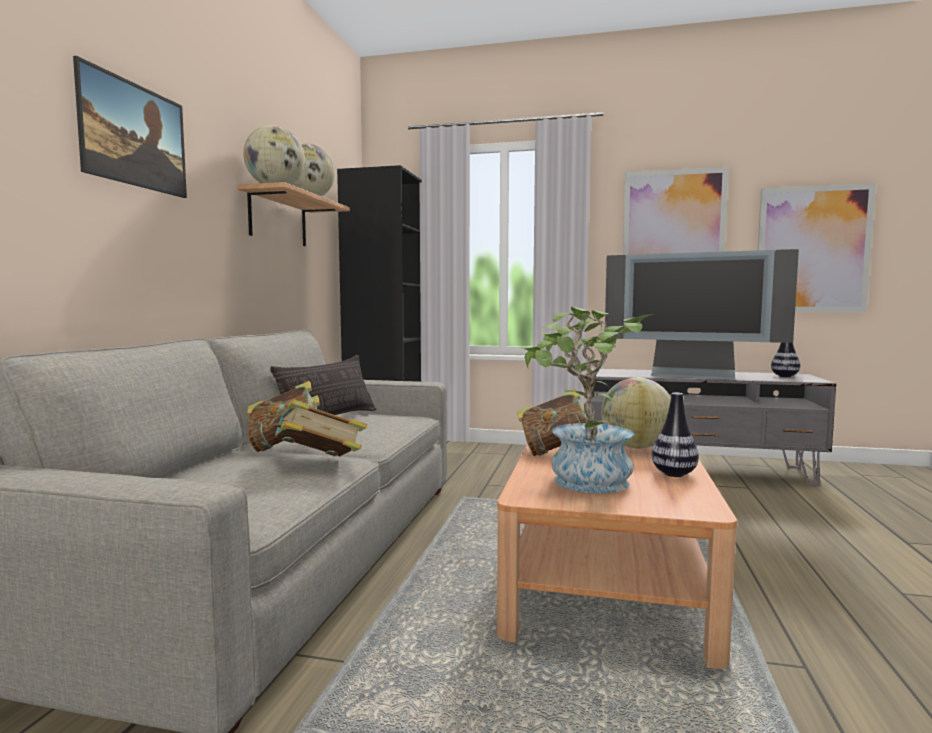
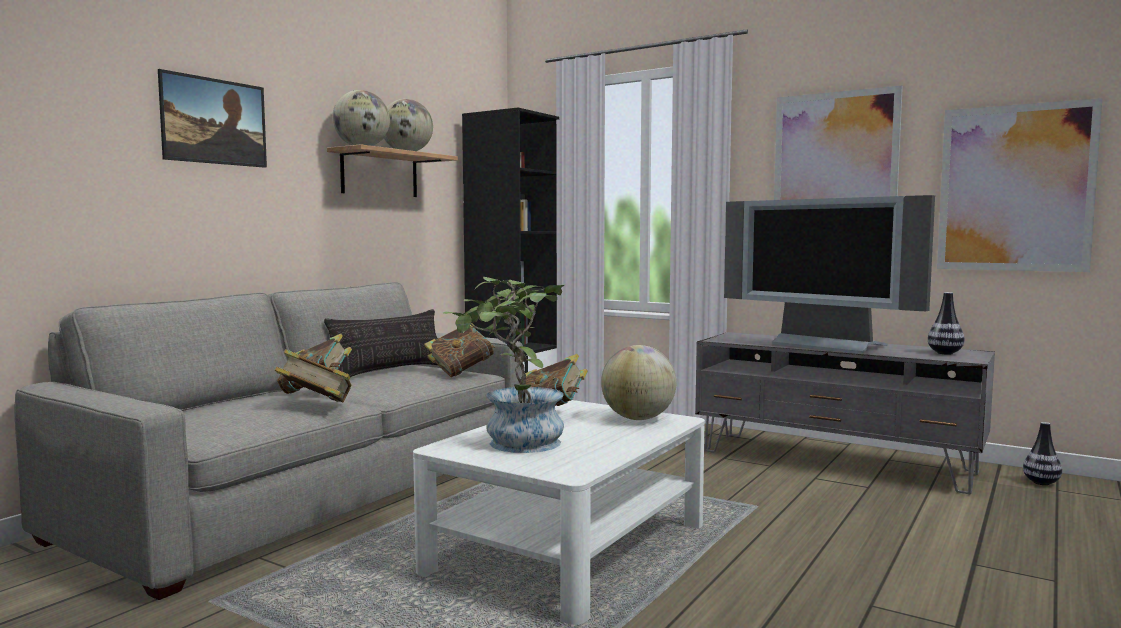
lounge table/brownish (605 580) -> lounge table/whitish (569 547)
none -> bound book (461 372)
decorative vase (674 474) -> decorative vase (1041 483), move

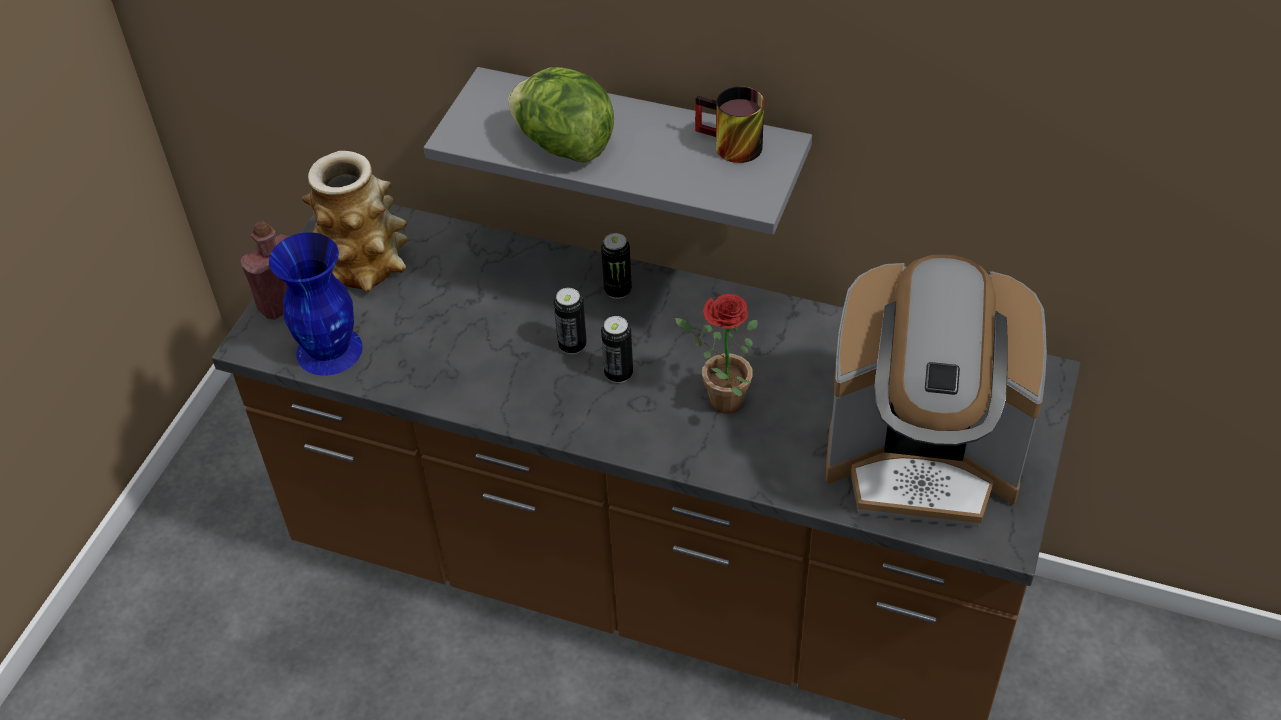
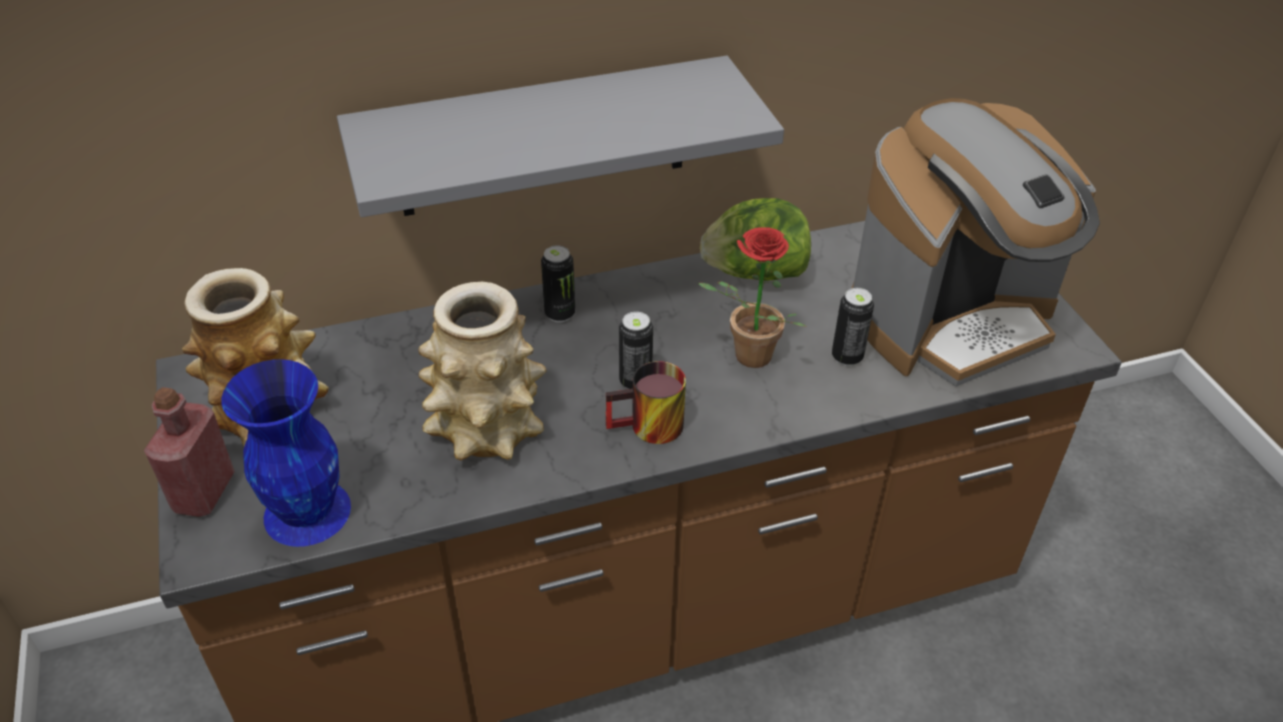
none -> decorative vase (487 429)
tea mug (728 147) -> tea mug (649 429), move
lettuce (563 145) -> lettuce (754 274), move
metal can (572 345) -> metal can (847 357), move

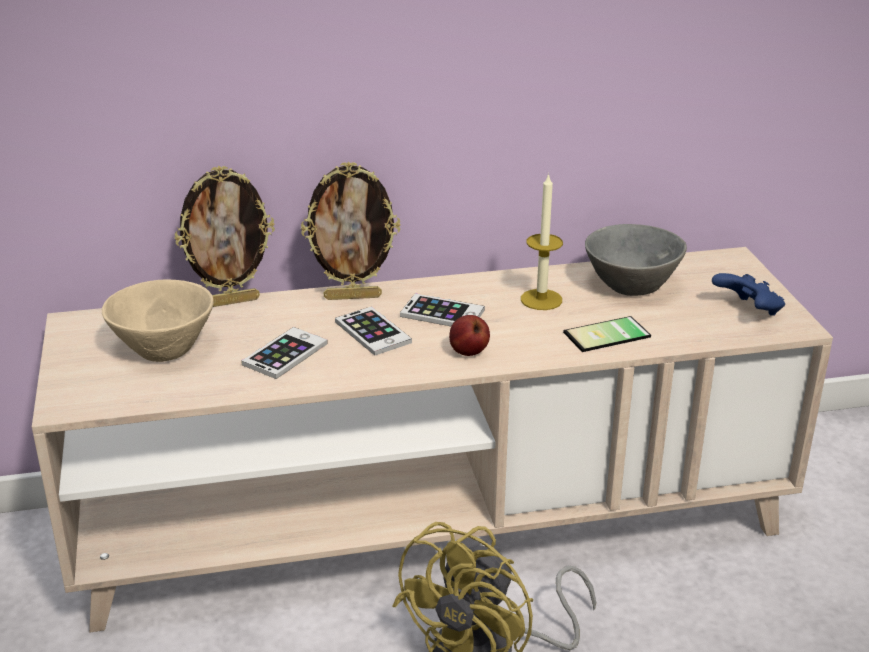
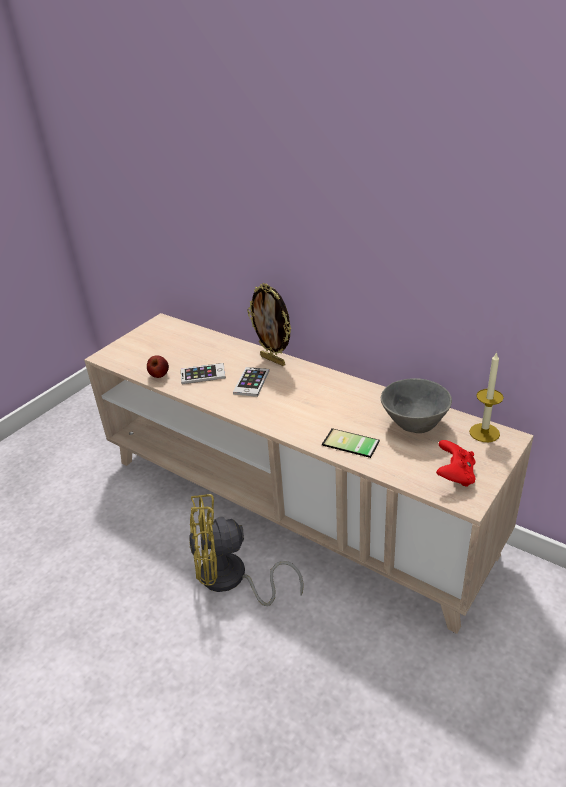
apple fruit (468 352) -> apple fruit (159 375), move
game controller/blue (748 311) -> game controller/red-coloured (455 475)
wax light (541 299) -> wax light (484 433), move
serving bowl/beige-coloured (166 347) -> none
picture frame (231 301) -> none
phone (442 313) -> none

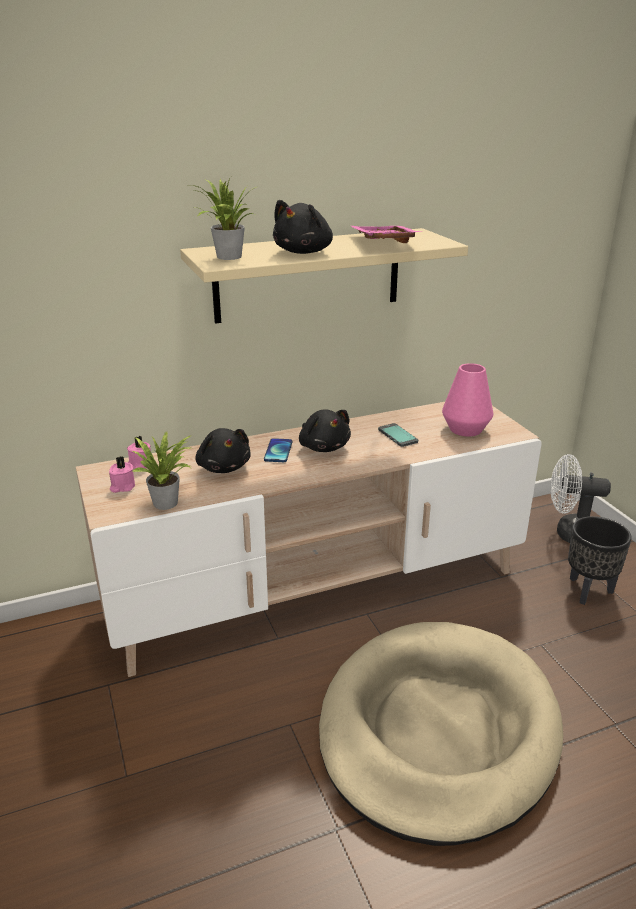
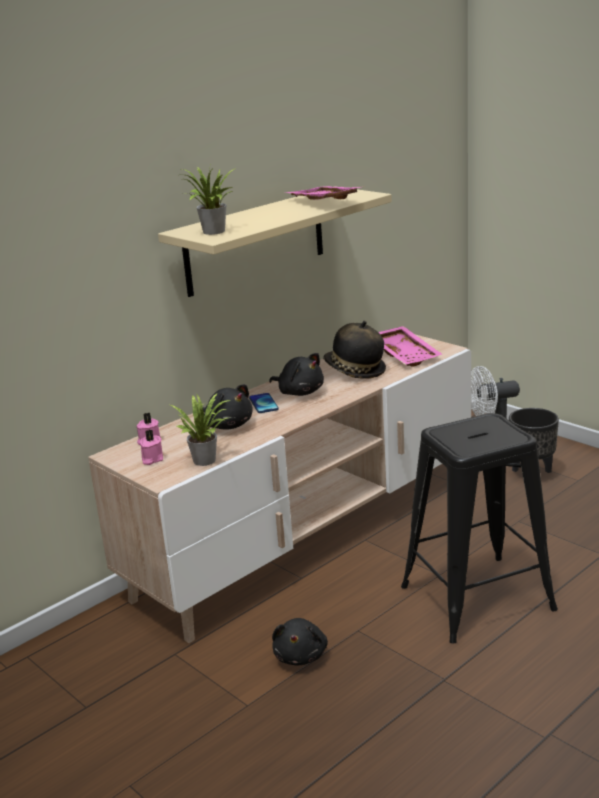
soft toy/blackish (305 252) -> soft toy/blackish (301 655), move
phone (397 436) -> hat (354 371)
decorative vase/pink-coloured (465 429) -> tray/pink-coloured (406 354)
dog bed/beige-coloured (437 731) -> stool seat/blackish (477 598)

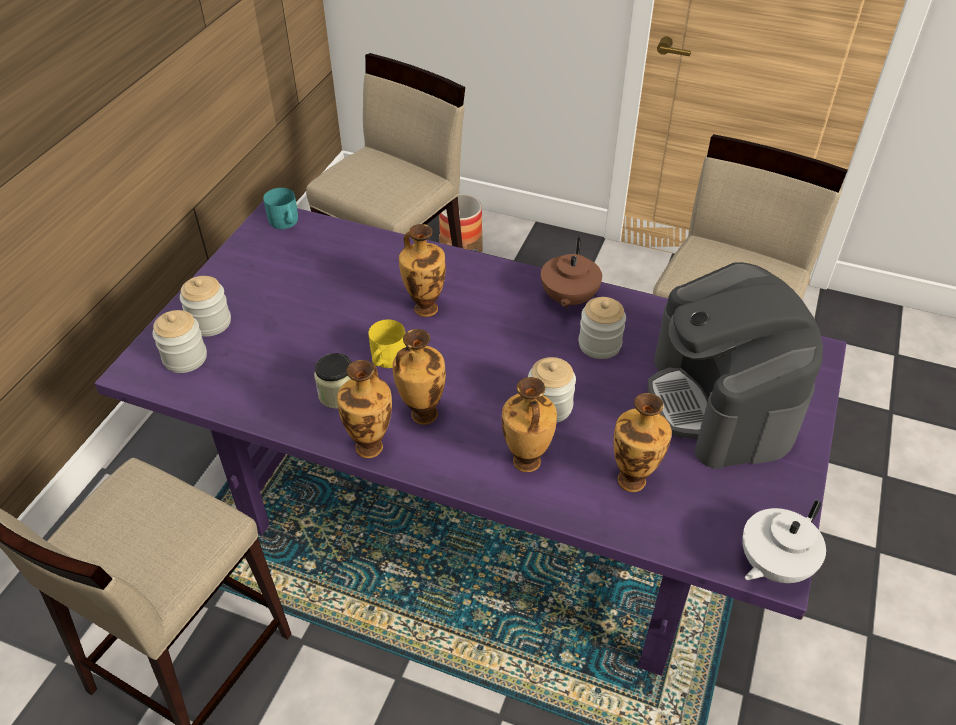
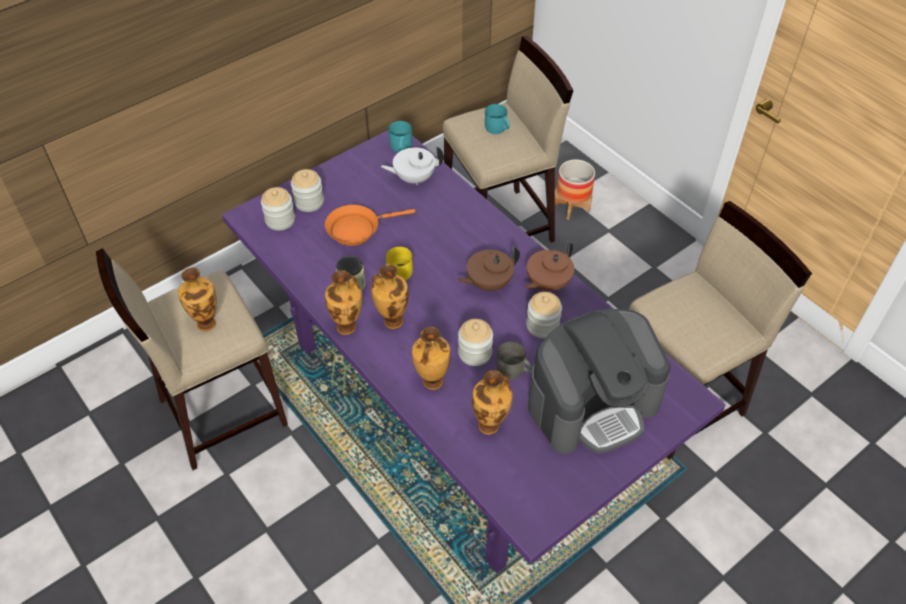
decorative vase (425 307) -> decorative vase (206 322), move
none -> pan/orangey (357 229)
tea pot/whitish (772 564) -> tea pot/whitish (414 178), move
none -> tea pot/brownish (488 283)
none -> tea mug/turquoise (497 129)
none -> tea mug/greyish (513 370)
coffee maker (721 402) -> coffee maker (593 404), 135 degrees counterclockwise

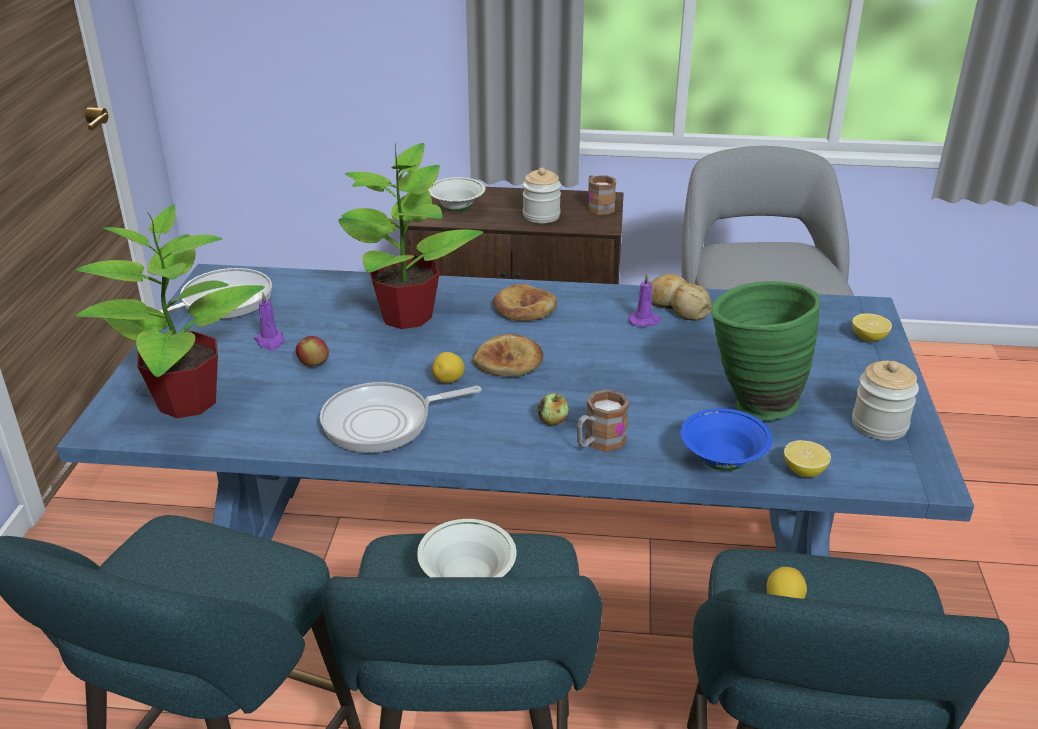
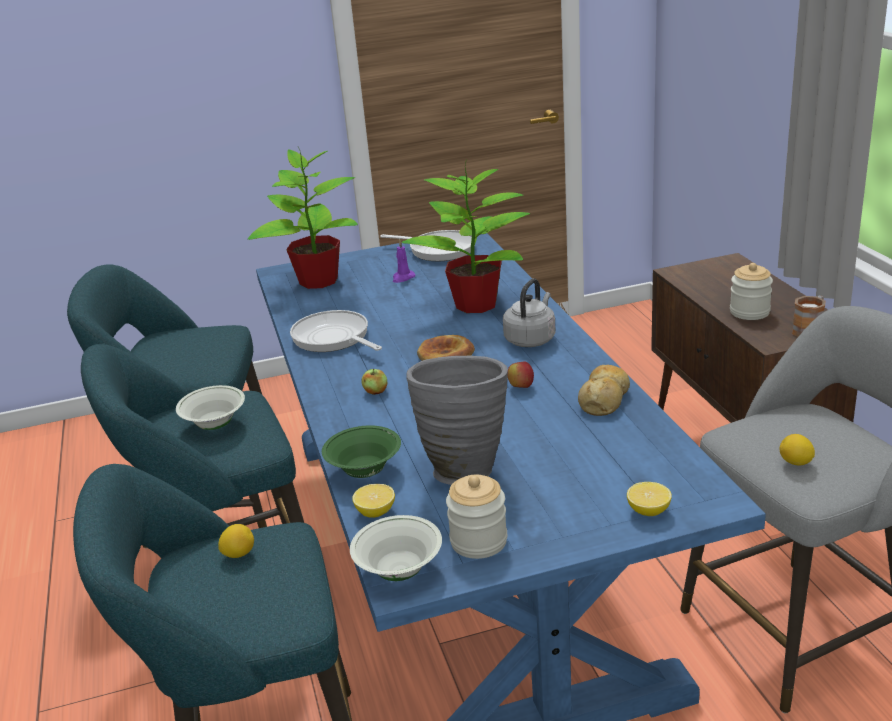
serving bowl/blue (722 462) -> serving bowl/green (365 472)
serving bowl/whitish (457 209) -> serving bowl/whitish (399 571), move
decorative vase/green (750 404) -> decorative vase/greyish (463 467)
bakery bread (524 308) -> water kettle/greyish (531 339)
apple fruit (314 364) -> apple fruit (521 387), move
lemon (449 381) -> lemon (795 463), move
tea mug (599 443) -> none
wax light/purplish (644 321) -> none

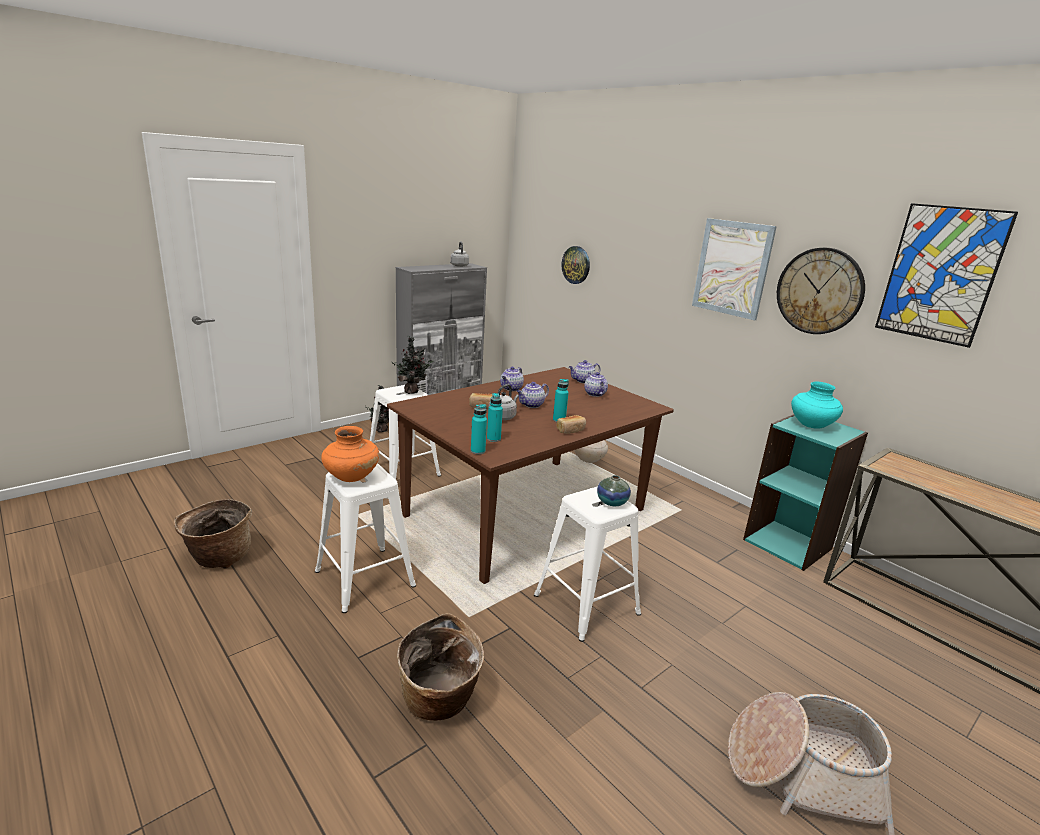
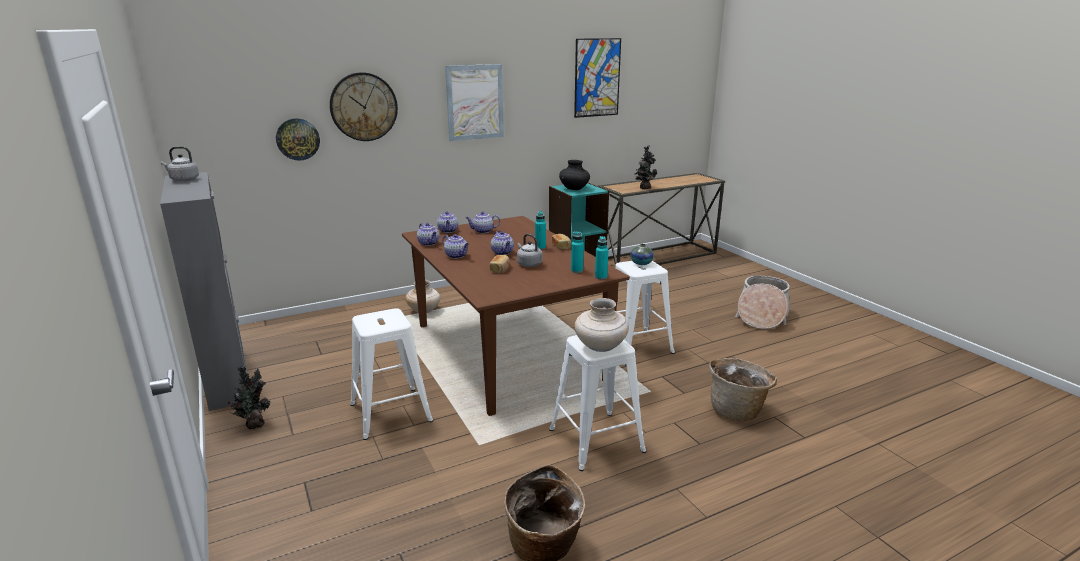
clock on the wall (819 291) -> clock on the wall (363 107), move
none -> tea pot (429 243)
decorative vase/turquoise (811 425) -> decorative vase/blackish (574 189)
decorative vase/orangey (351 477) -> decorative vase/beige-coloured (600 347)
houseplant (412 391) -> houseplant (644 188), move

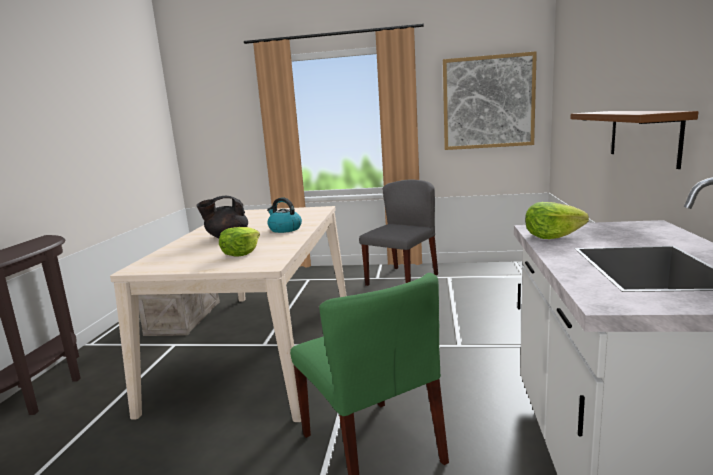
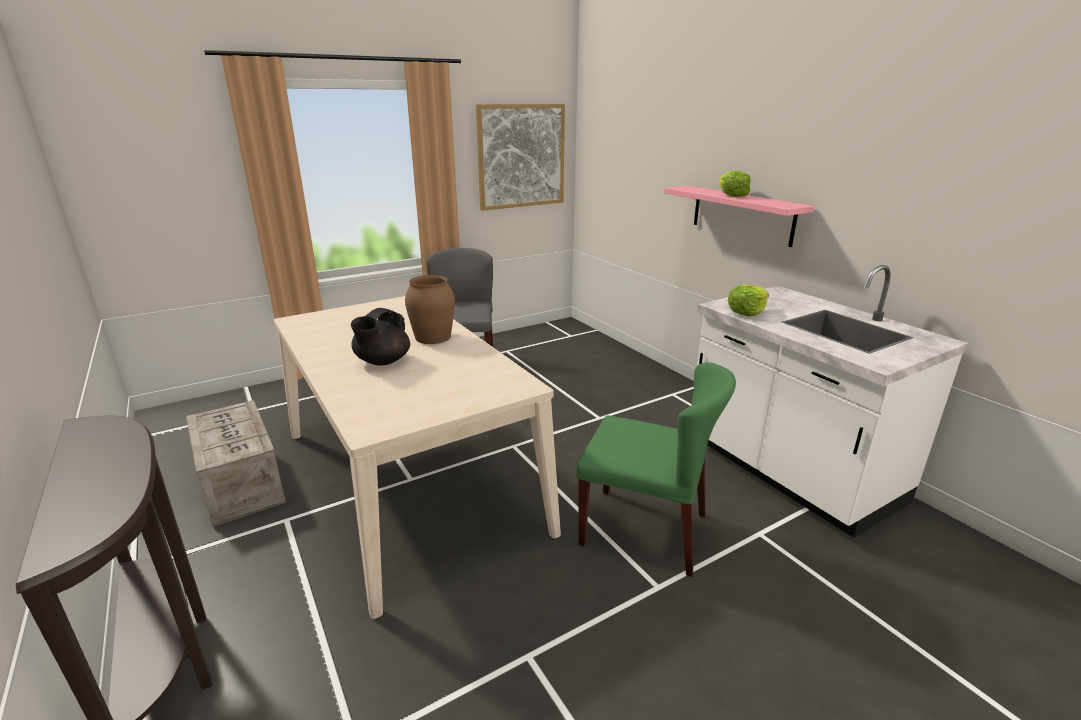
water kettle (284 229) -> decorative vase/brownish (433 337)
wall shelf/brownish (643 135) -> wall shelf/pink-coloured (742 214)
lettuce (241 253) -> lettuce (731 195), move

